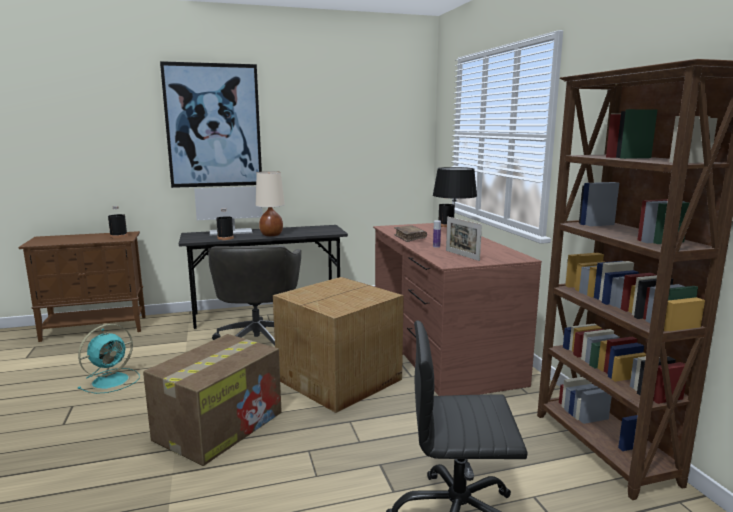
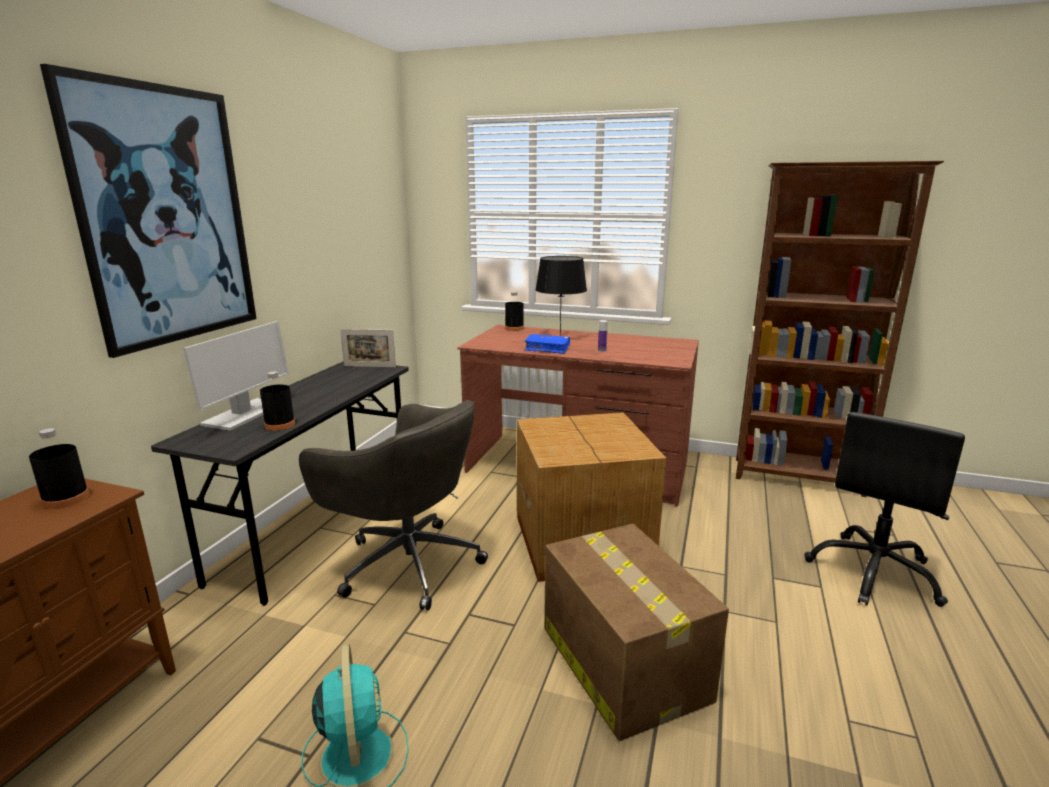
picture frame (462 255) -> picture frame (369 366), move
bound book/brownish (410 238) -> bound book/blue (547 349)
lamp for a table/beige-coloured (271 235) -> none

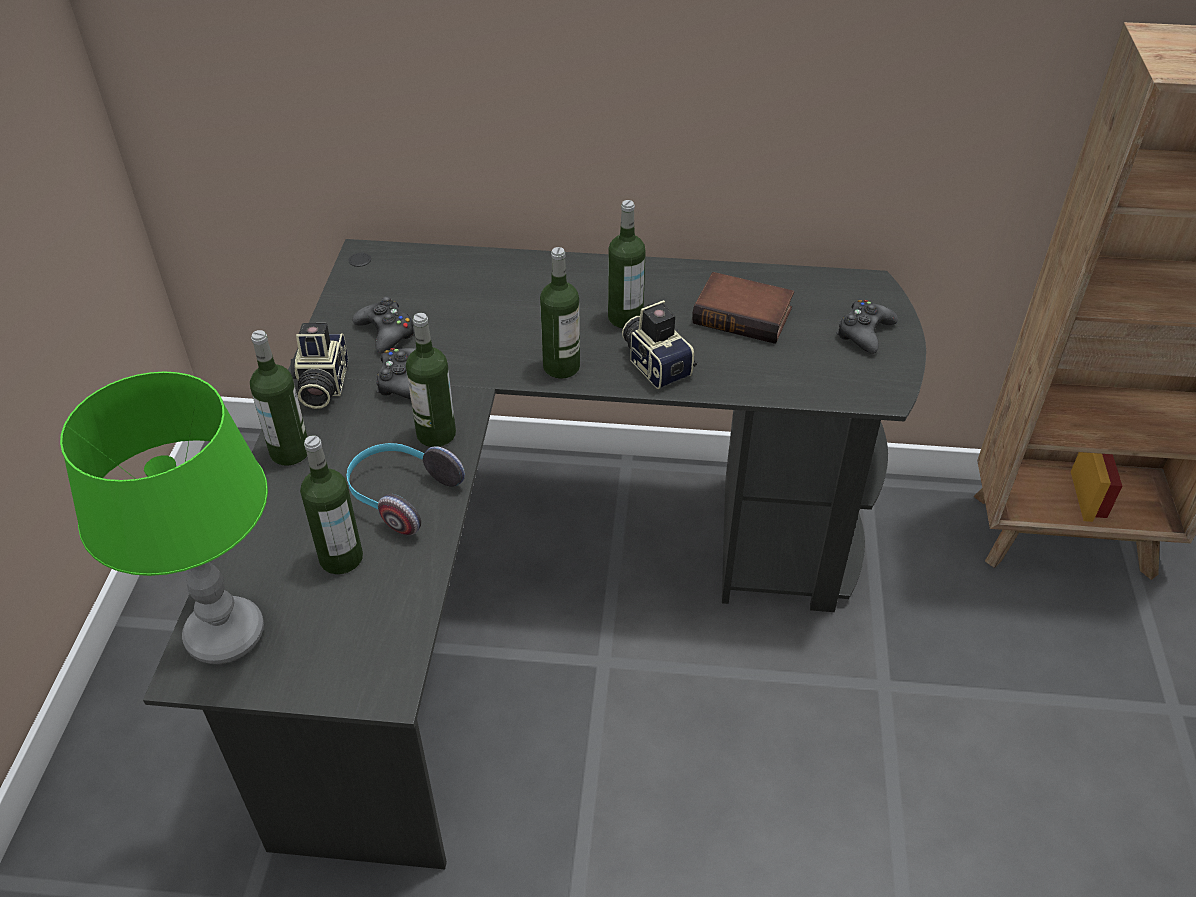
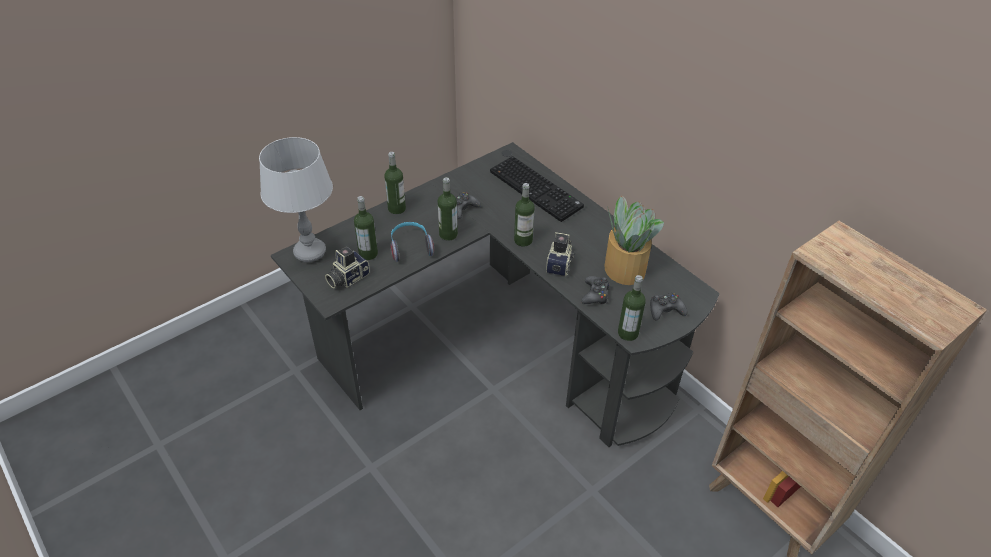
lamp for a table/green (224 635) -> lamp for a table/greyish (309 252)
still camera (321 385) -> still camera (347 278), move
none -> computer keyboard (537 189)
game controller/blackish (386 332) -> game controller/blackish (595 294), move
bound book (744 314) -> houseplant (624 268)
bottle (625 318) -> bottle (628 333), move

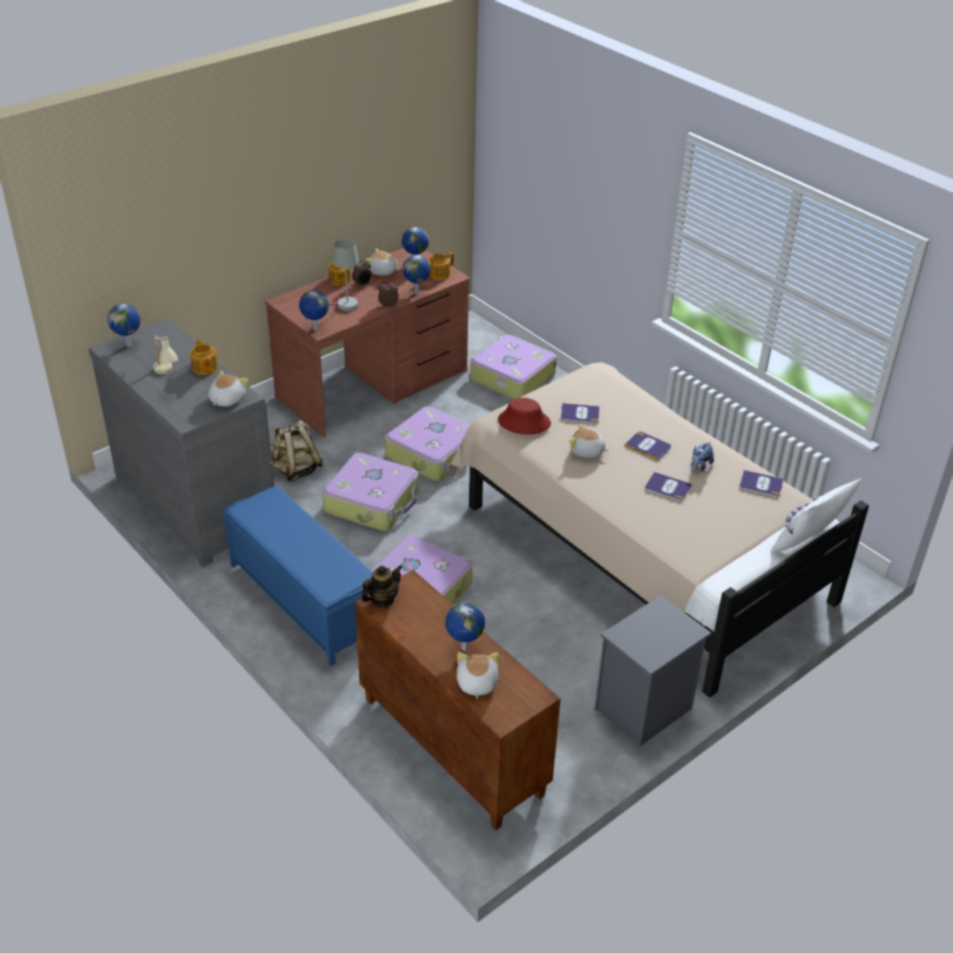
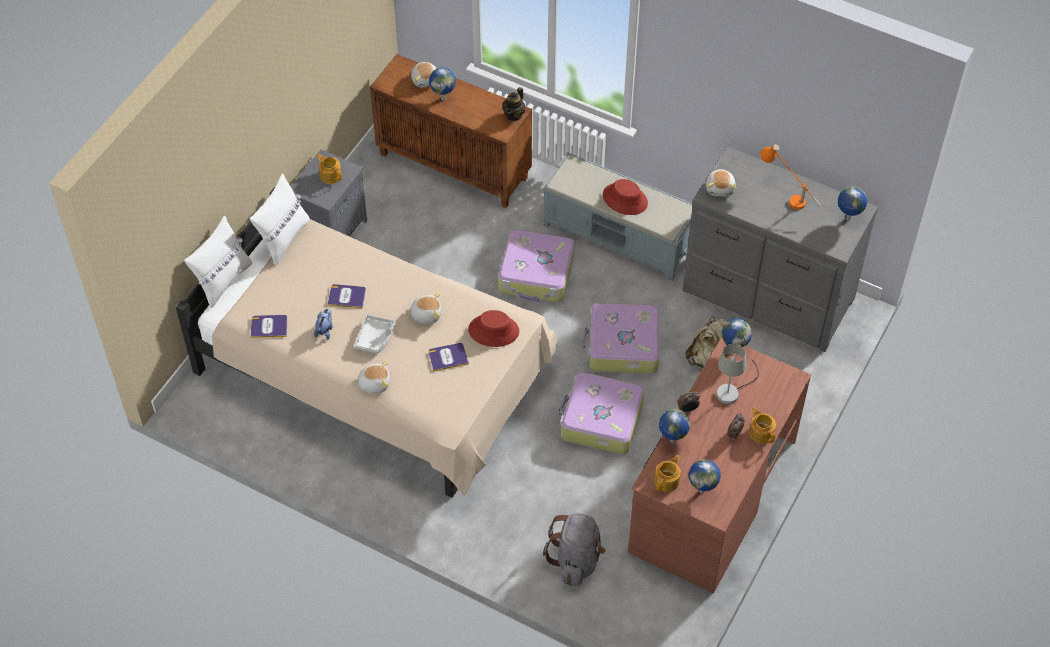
none -> cushion/whitish (283 238)
tea pot (204 368) -> tea pot (330 175), move
bound book (648 446) -> tray/greyish (375 338)
soft toy (382 272) -> soft toy (374 383), move
long seat/blue (303 600) -> long seat/greyish (619 237)
piece of luggage (511 377) -> knapsack/greyish (576 560)
none -> hat/red-coloured (625 199)
lamp for a table/beige-coloured (166 376) -> lamp for a table/orangey (787 196)

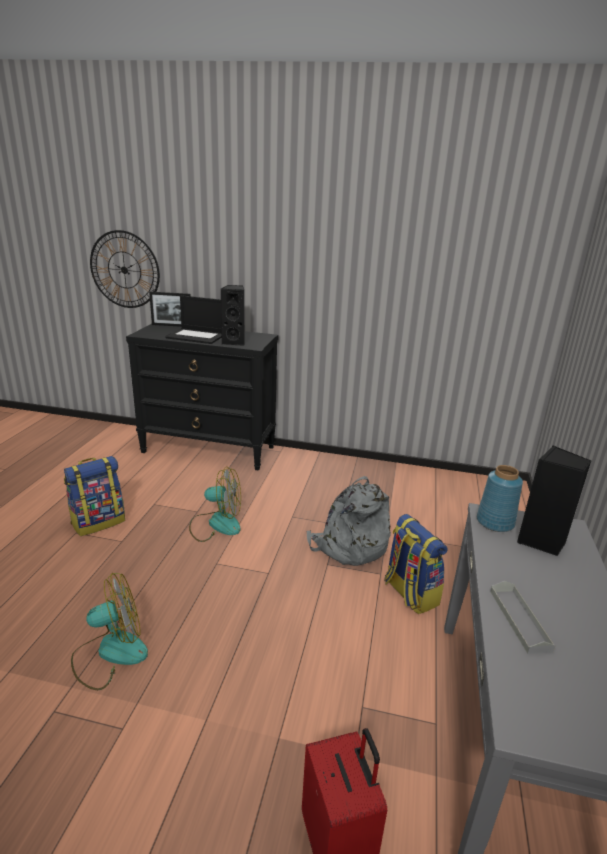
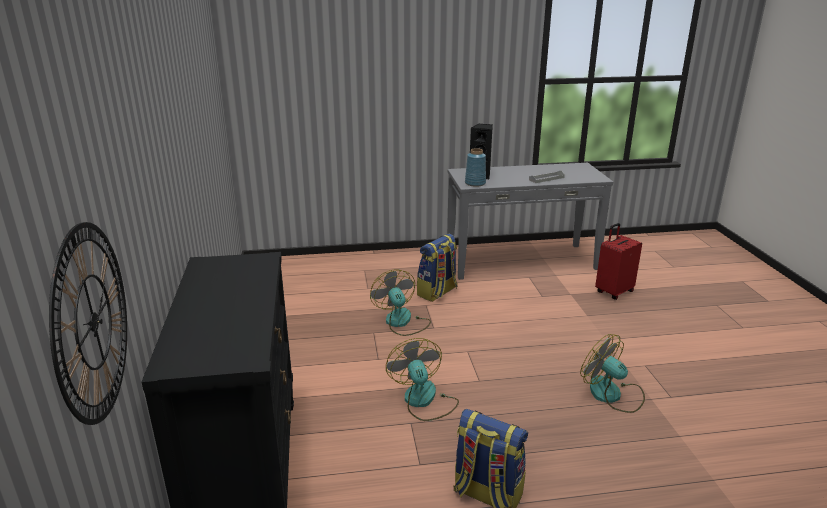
knapsack/greyish (349 546) -> cooling fan (402 322)
picture frame (172 325) -> none
laptop (197 336) -> none
audio speaker/blackish (234 342) -> none

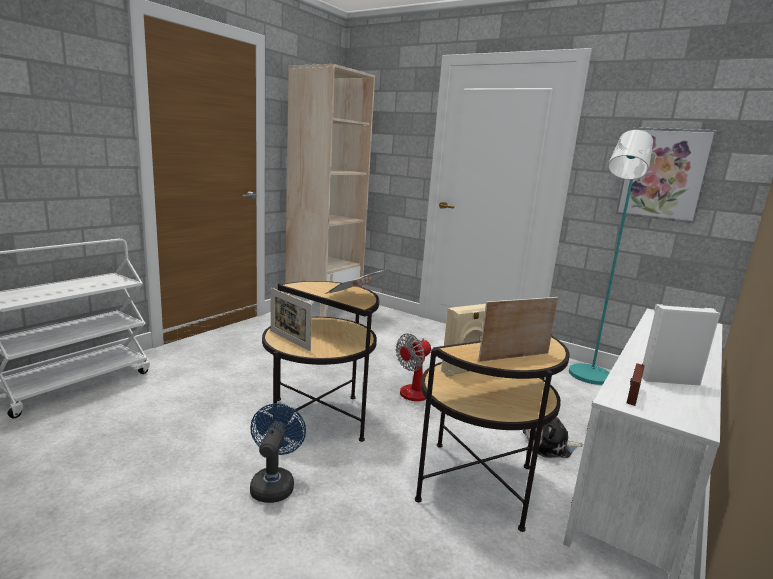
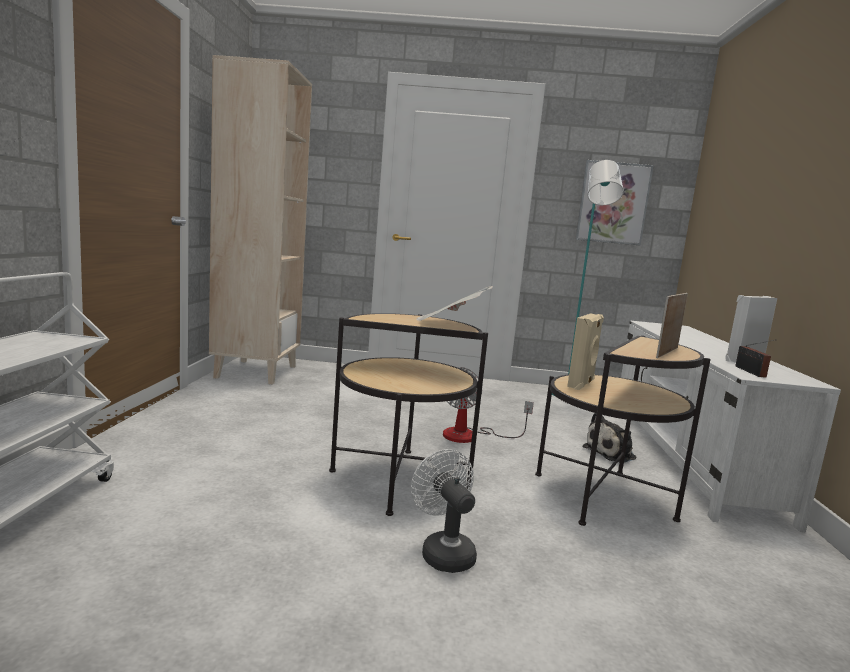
cooling fan/blue (274 483) -> cooling fan/whitish (443 552)
picture frame (289 340) -> none

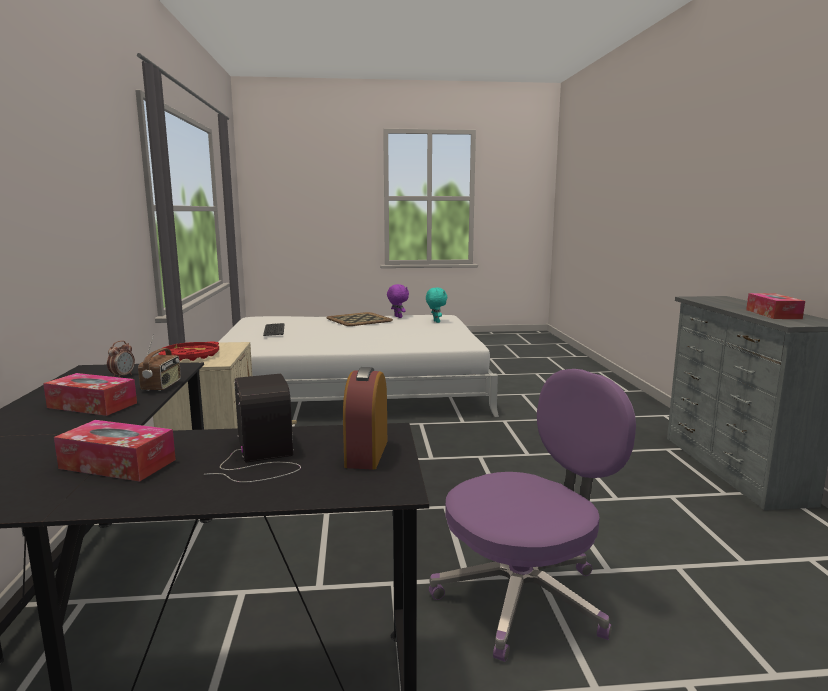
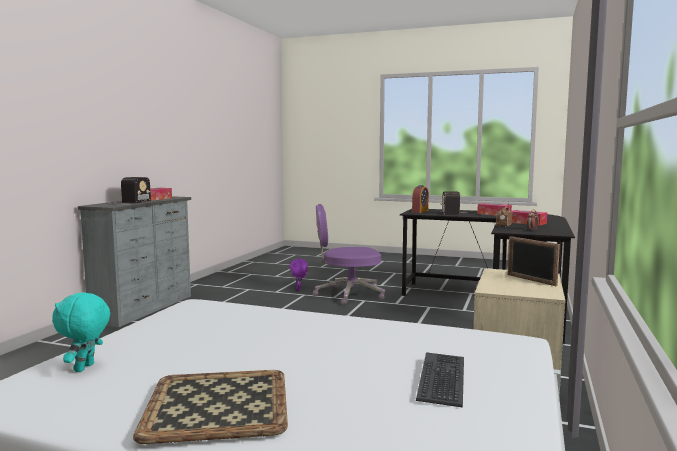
none -> radio receiver (128 202)
soft toy/purplish (397 317) -> soft toy/purplish (299 289), move
tray/red-coloured (190 356) -> picture frame (531 280)

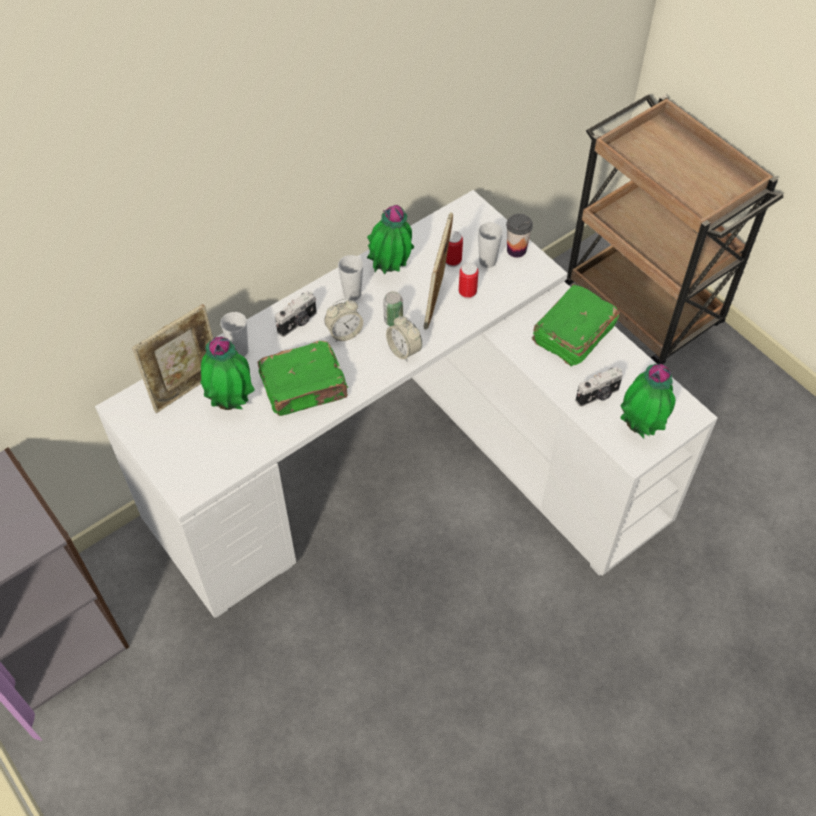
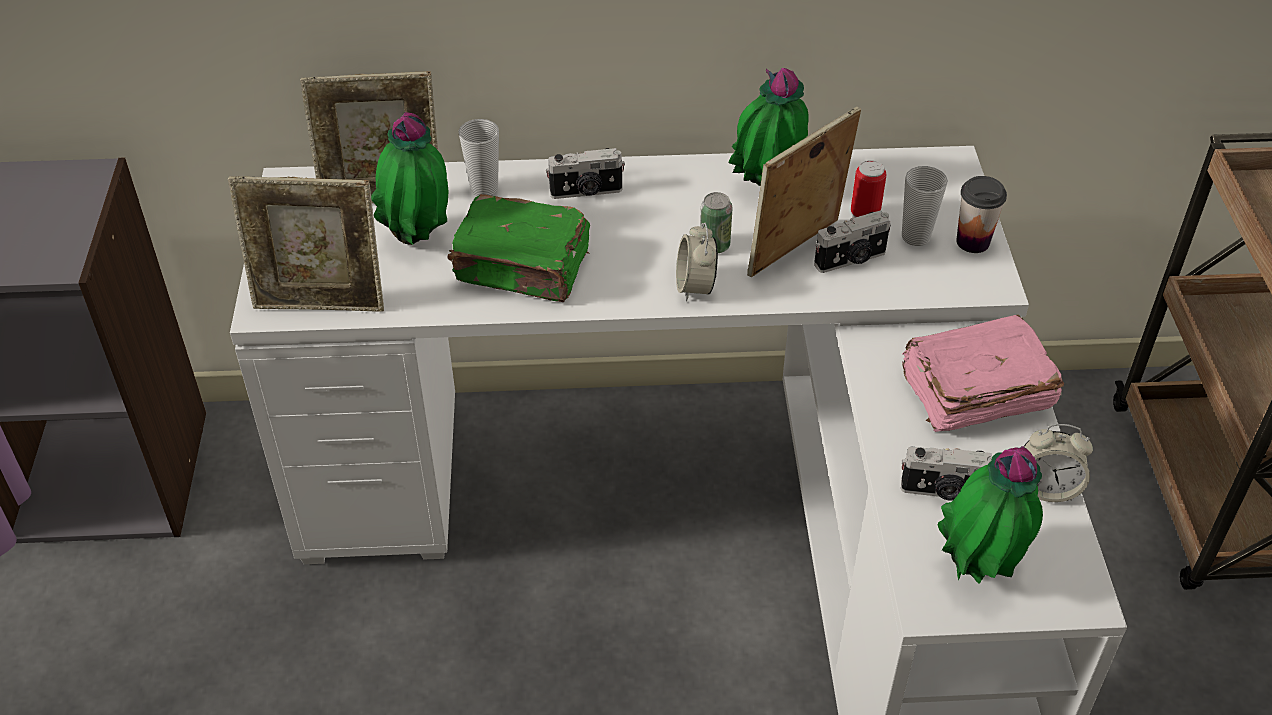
none -> picture frame (321 304)
metal can (467 292) -> still camera (851 260)
bound book/green (572 335) -> bound book/pink-coloured (973 393)
bedside clock (344 333) -> bedside clock (1047 488), move
small cup (352 294) -> none

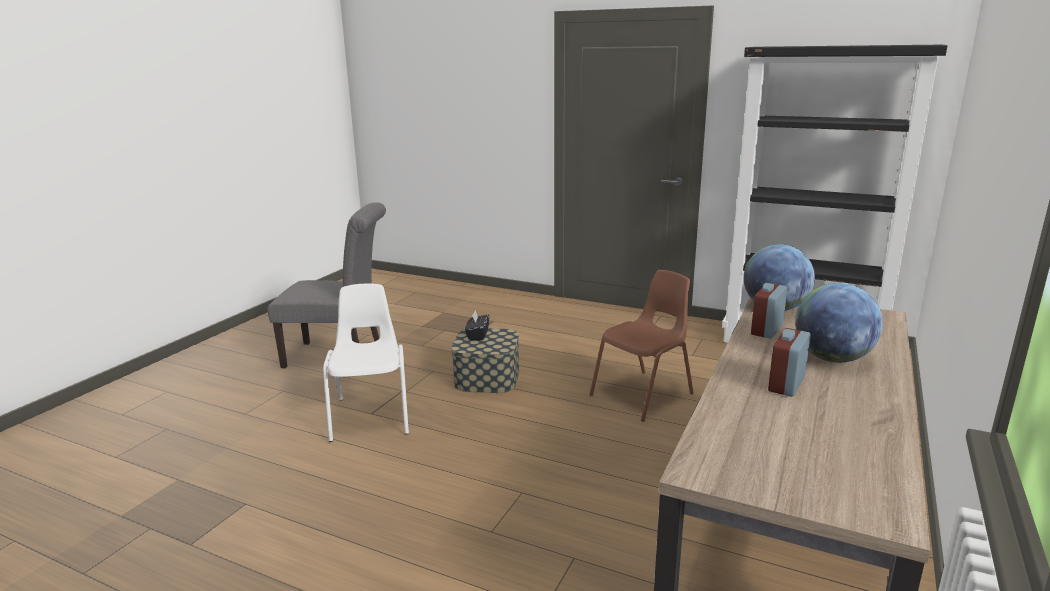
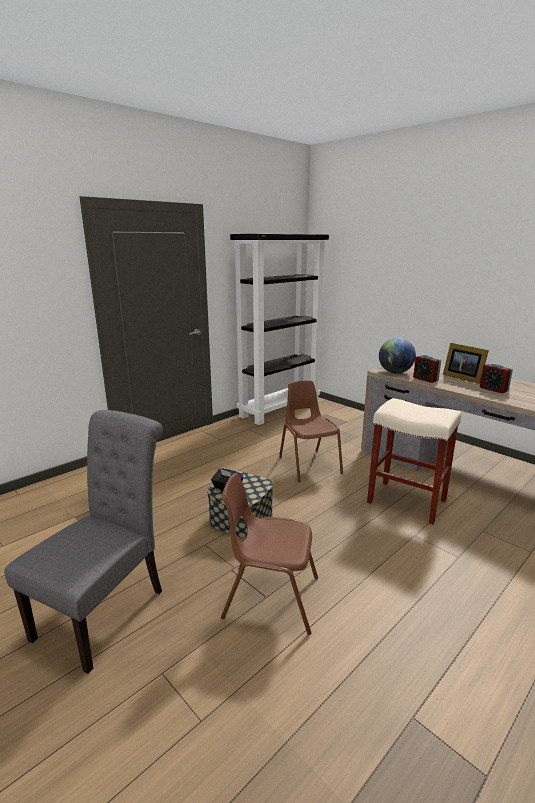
plain chair/whitish (372 415) -> plain chair/brownish (270 597)
none -> stool seat/beige-coloured (405 501)
desk globe (832 358) -> picture frame (462 377)

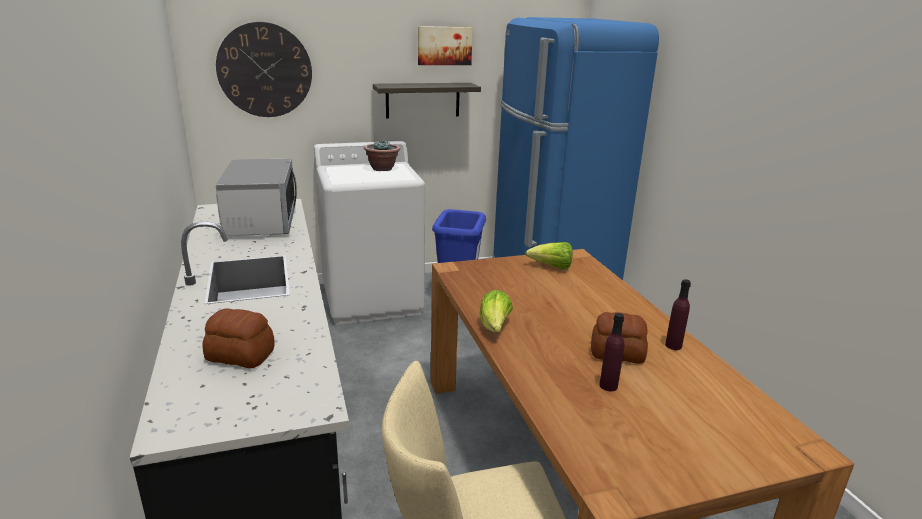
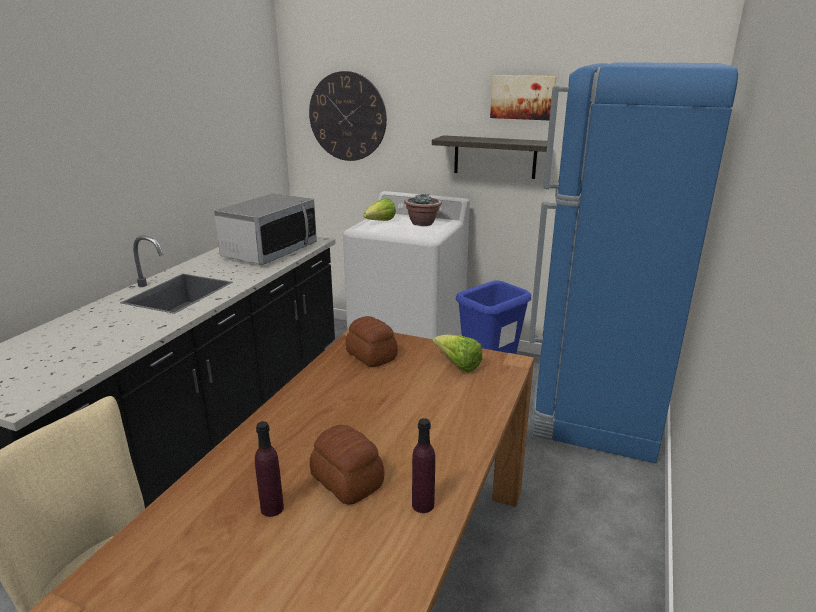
bakery bread (240 356) -> bakery bread (371 356), move
lettuce (495 327) -> lettuce (380 222), move

